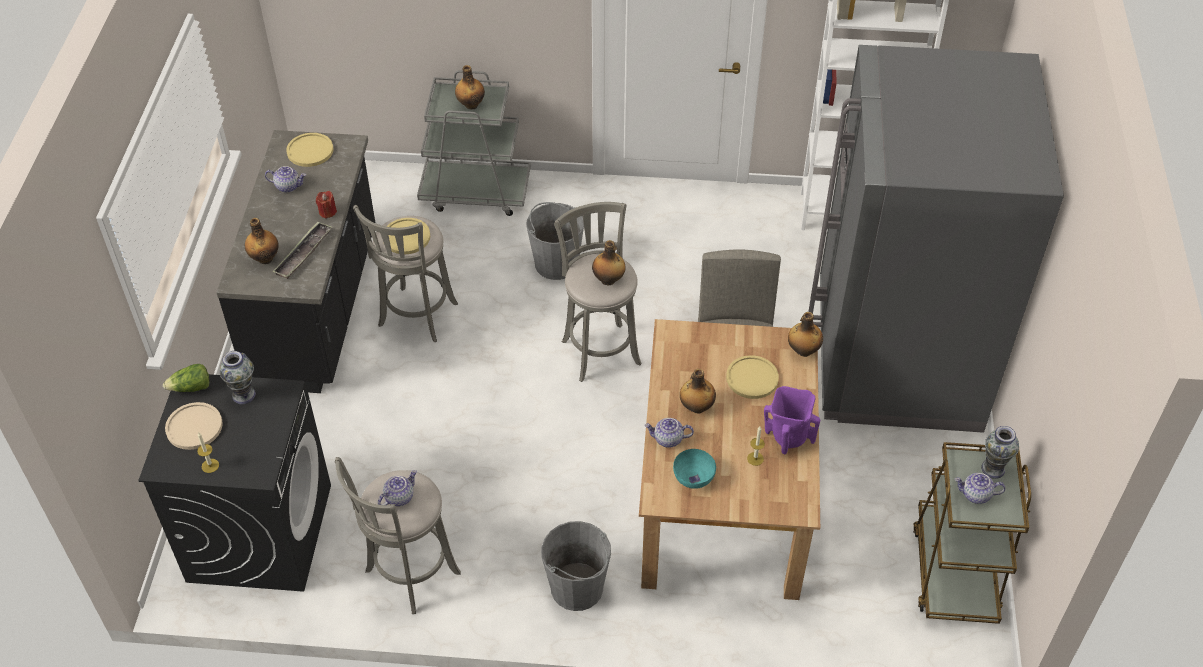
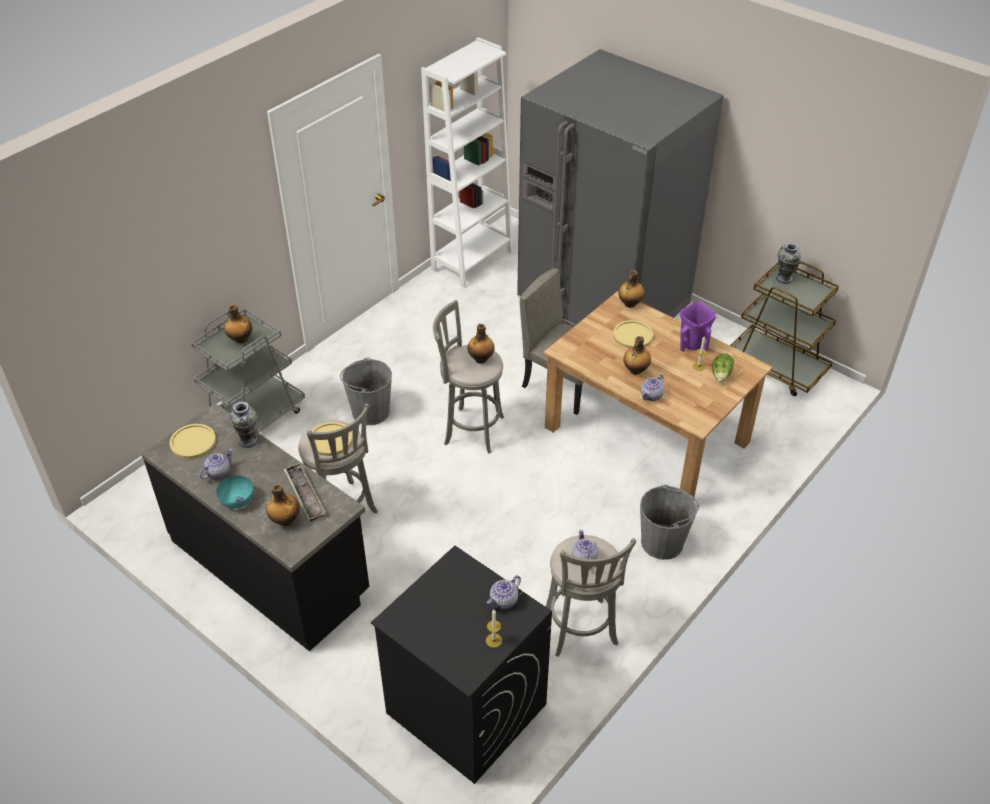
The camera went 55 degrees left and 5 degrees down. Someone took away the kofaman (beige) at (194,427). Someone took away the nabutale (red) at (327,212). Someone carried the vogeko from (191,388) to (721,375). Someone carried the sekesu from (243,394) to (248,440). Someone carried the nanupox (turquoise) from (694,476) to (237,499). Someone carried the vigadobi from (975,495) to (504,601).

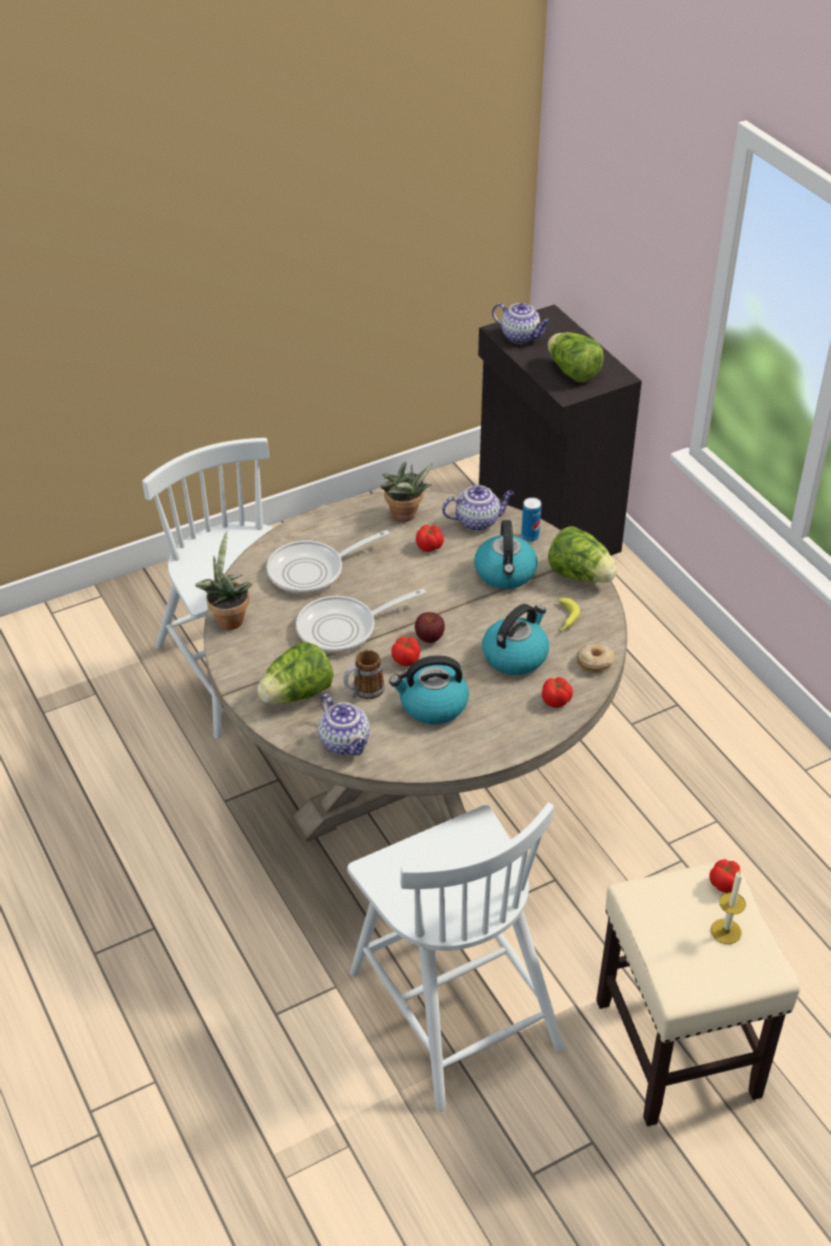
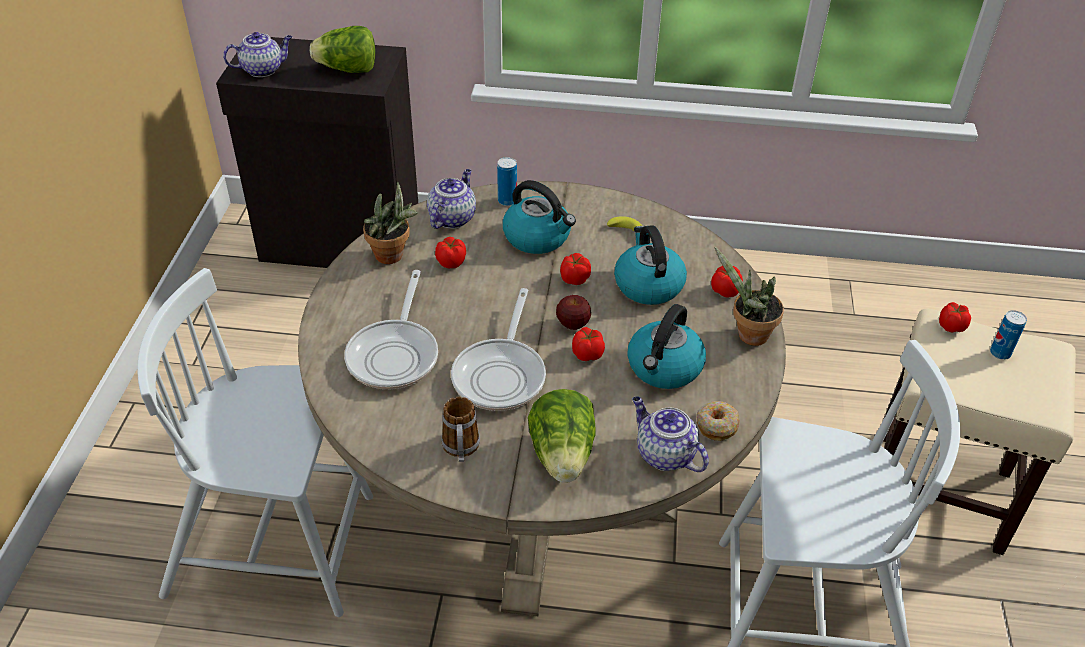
The camera went 55 degrees left and 0 degrees up. Someone took away the vogeko at (580,575). Someone put down the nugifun at (574,279). Someone carried the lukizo from (228,618) to (747,335). Someone carried the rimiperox from (363,692) to (461,450). Someone carried the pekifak from (595,662) to (716,425). Someone swapped the nabutale at (726,931) for the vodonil at (1000,353). Someone rotated the vigadobi at (345,743) by 135 degrees counterclockwise.

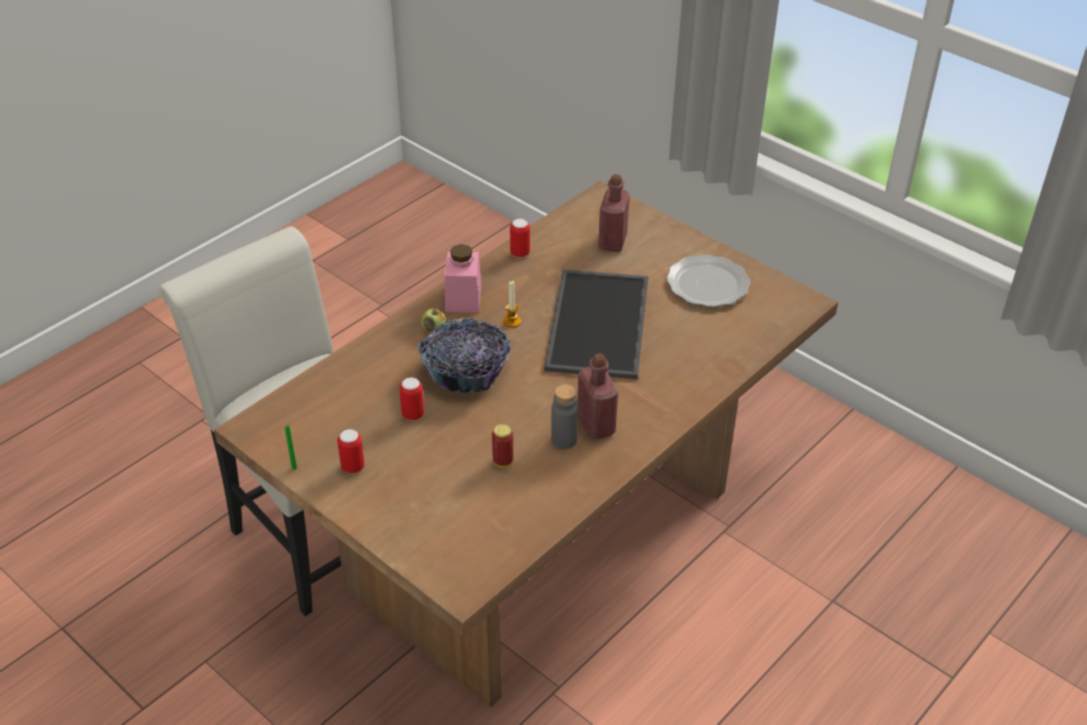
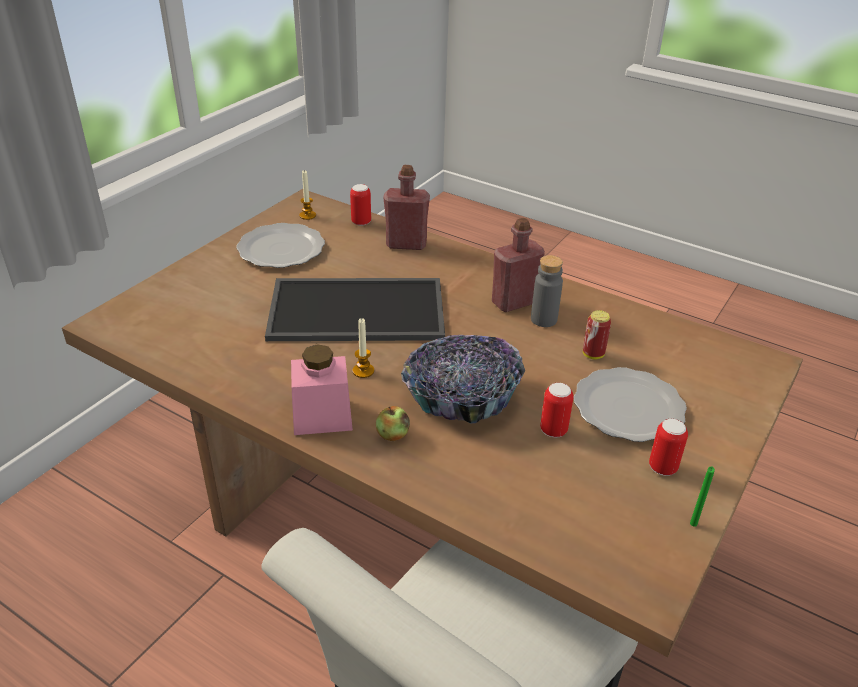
The camera went 100 degrees left and 5 degrees down. Someone put down the nabutale at (307,215). Someone put down the kofaman at (626,408). Someone carried the vodonil from (520,253) to (361,222). Someone carried the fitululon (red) from (612,242) to (406,244).

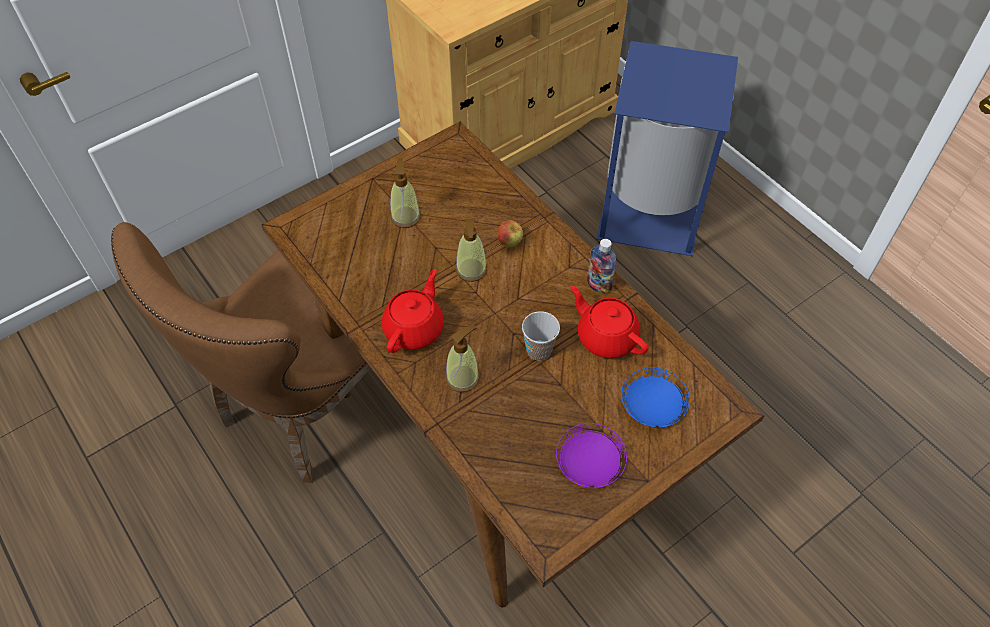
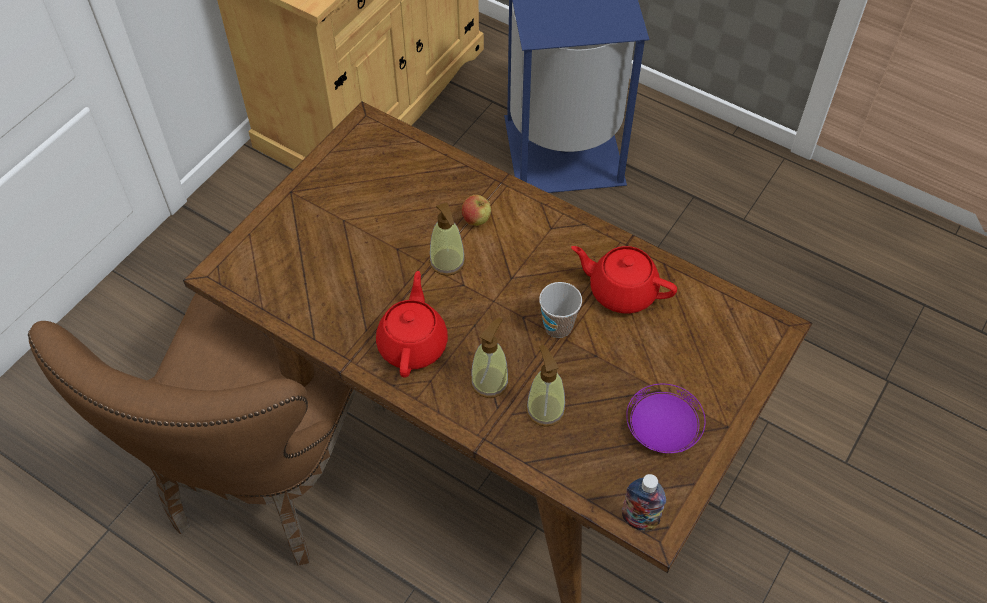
The camera went 20 degrees left and 0 degrees up. Someone took away the kofaman (blue) at (651,407). Someone carried the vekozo from (405,216) to (545,409). Someone carried the fitululon from (598,285) to (639,520).

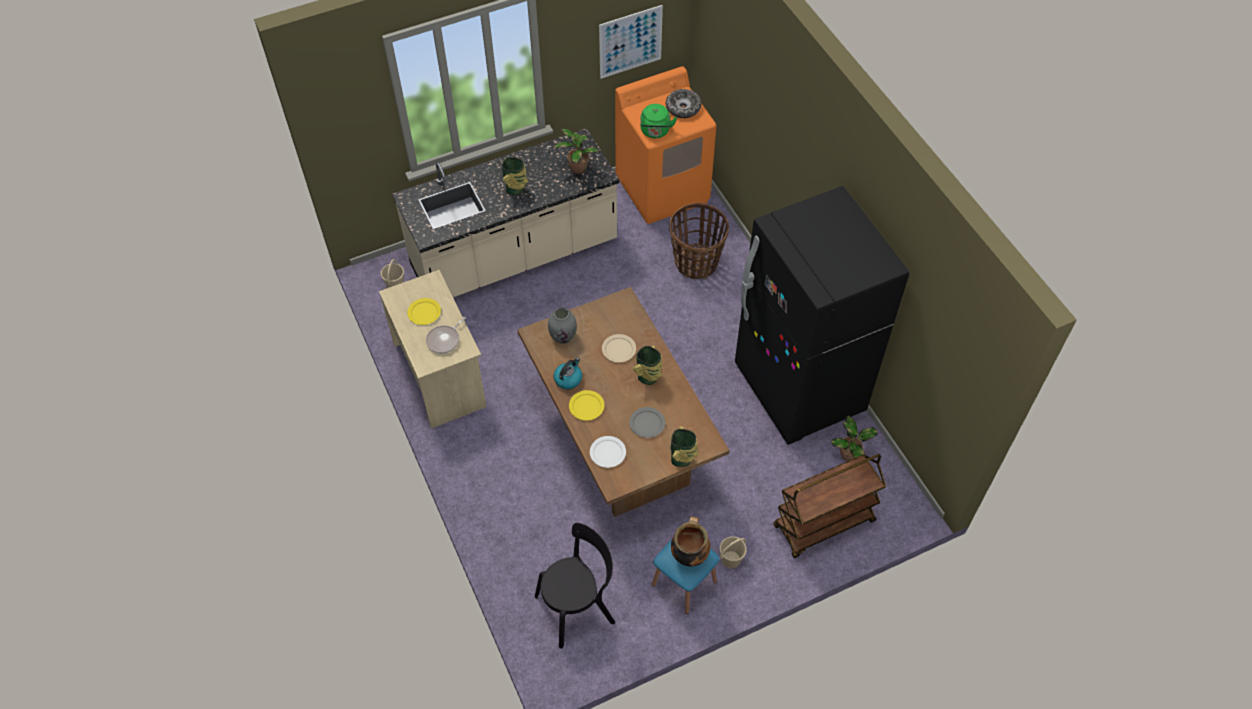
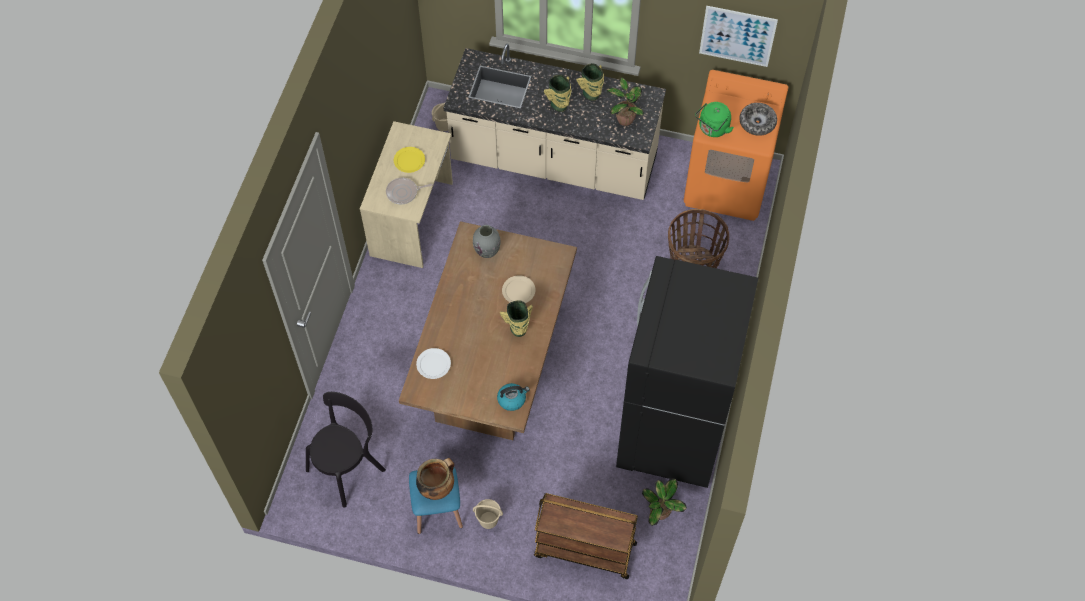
The camera went 40 degrees right and 5 degrees up. Someone took away the kofaman (yellow) at (586,406). Someone took away the kofaman (grey) at (647,423). Someone carried the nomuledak from (568,379) to (512,399). Someone carried the sekesu from (682,460) to (591,95). Someone rotated the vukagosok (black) at (578,607) by 60 degrees counterclockwise.

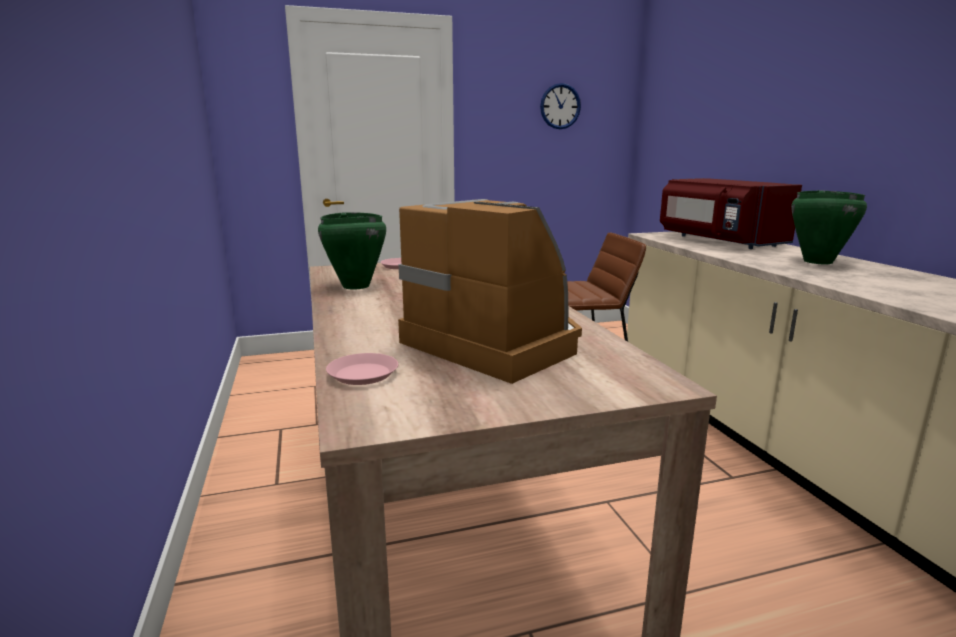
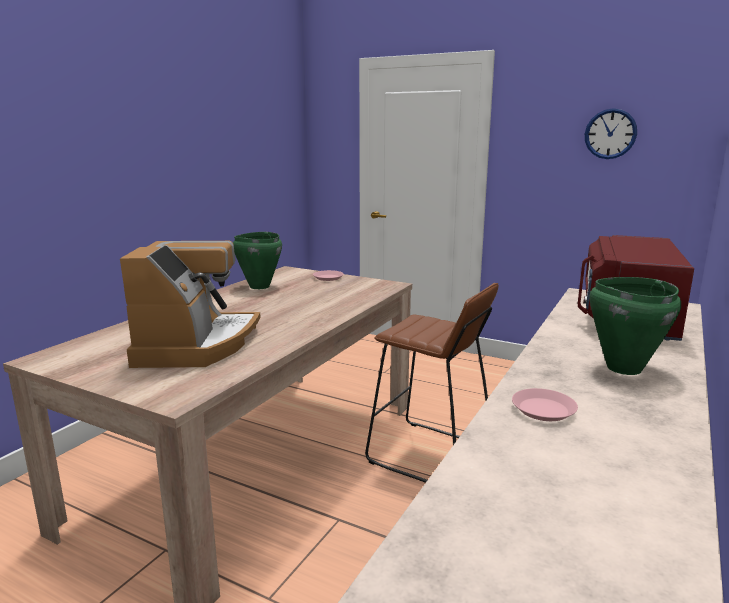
The camera went 45 degrees right and 0 degrees up. Someone carried the kofaman (pink) from (362,374) to (543,409).

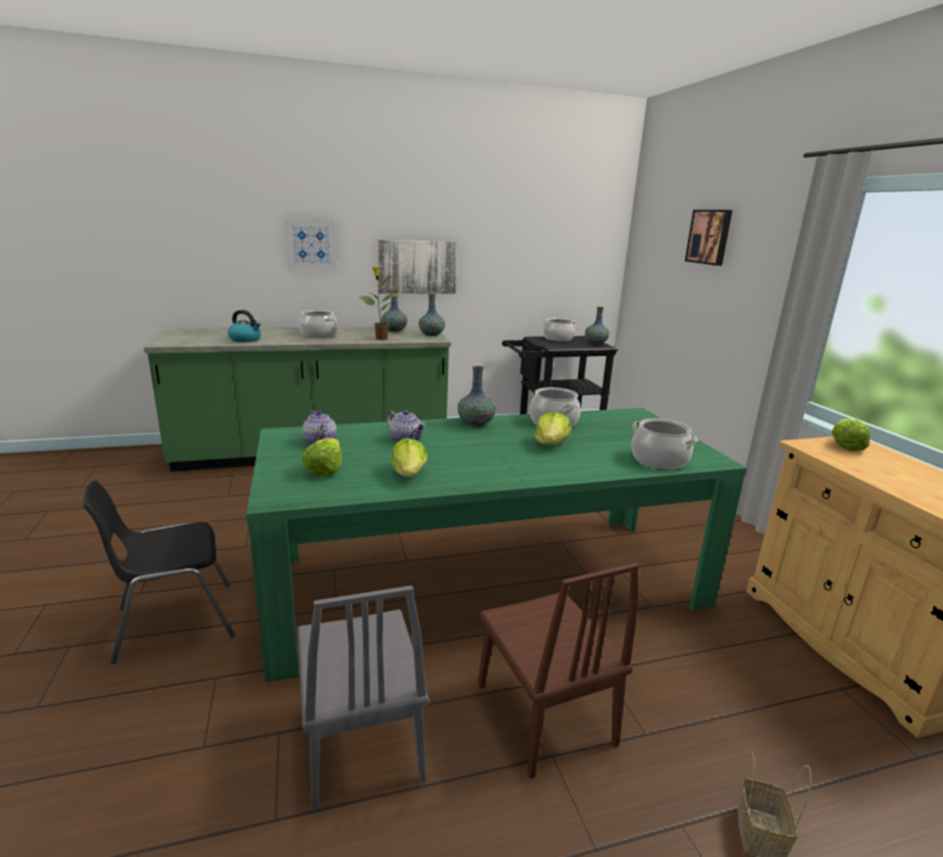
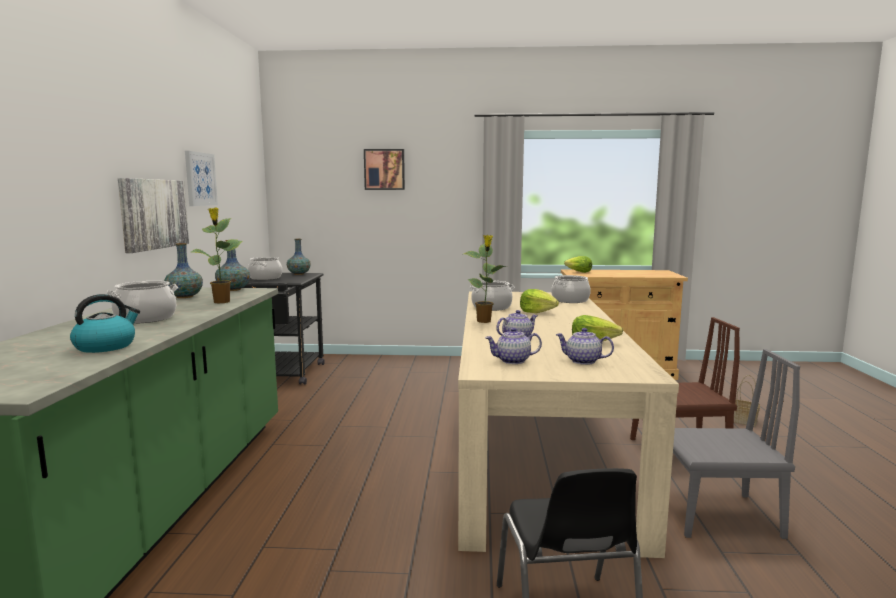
The camera went 70 degrees left and 10 degrees down. Someone carried the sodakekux from (311,244) to (200,179). Someone swapped the vogeko at (324,469) for the vigadobi at (582,361). Someone swapped the sekesu at (476,424) for the lukizo at (484,321). Someone repainted the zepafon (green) at (486,583), which became the zepafon (beige) at (536,445).

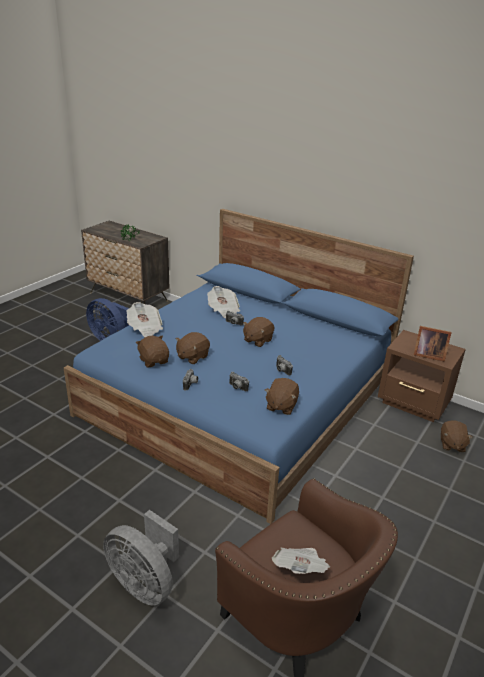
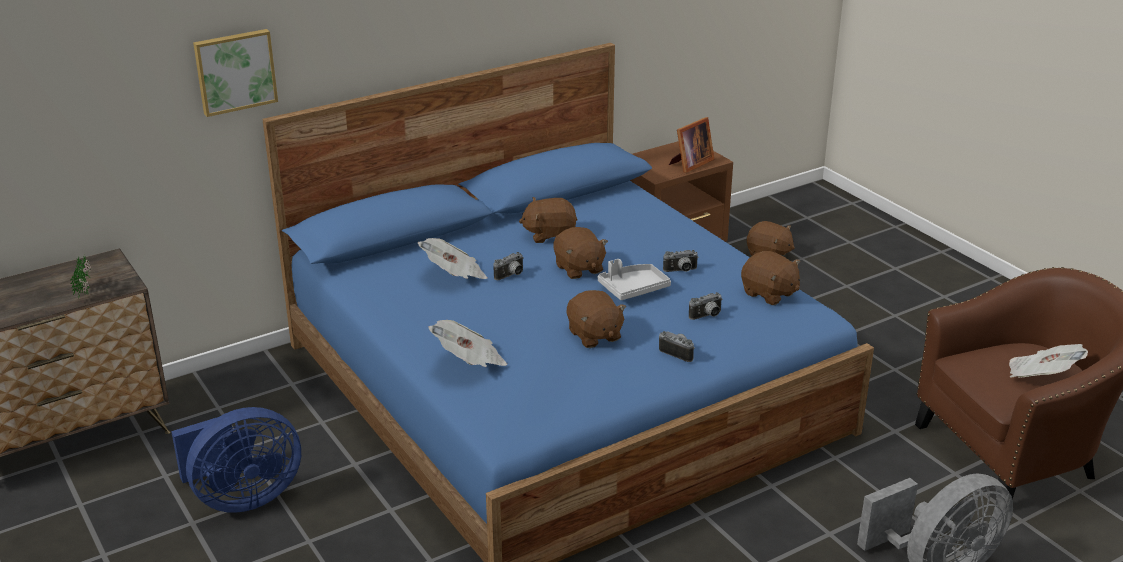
The camera went 65 degrees left and 0 degrees up. Someone put up the sodakekux at (235,71). Someone put down the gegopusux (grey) at (633,288). Someone carried the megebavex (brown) from (154,361) to (549,235).

